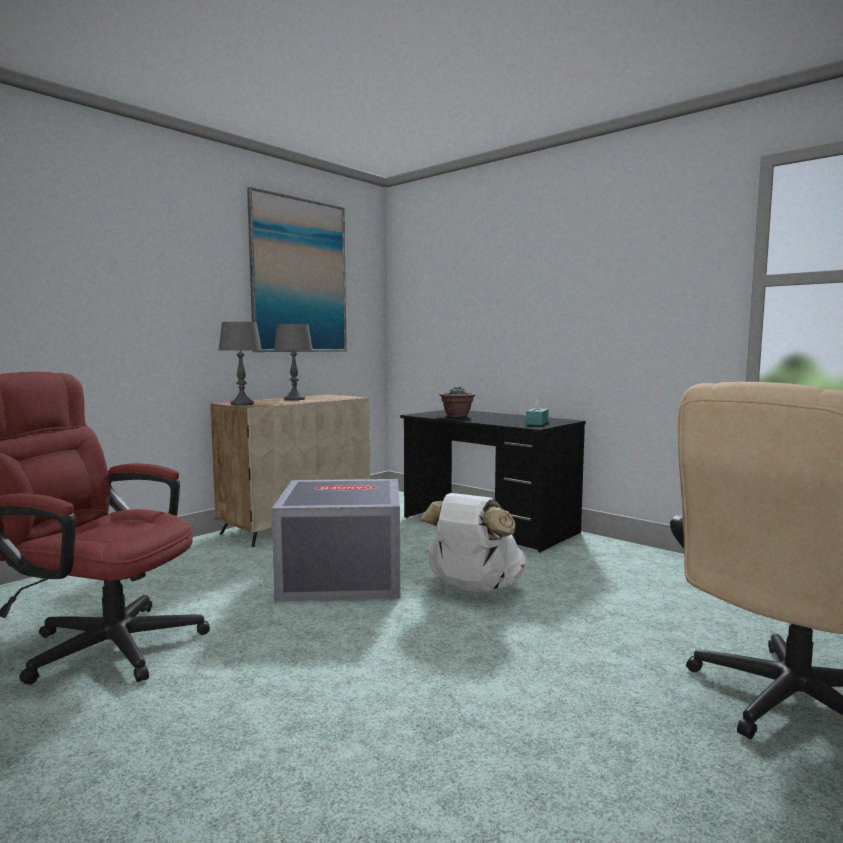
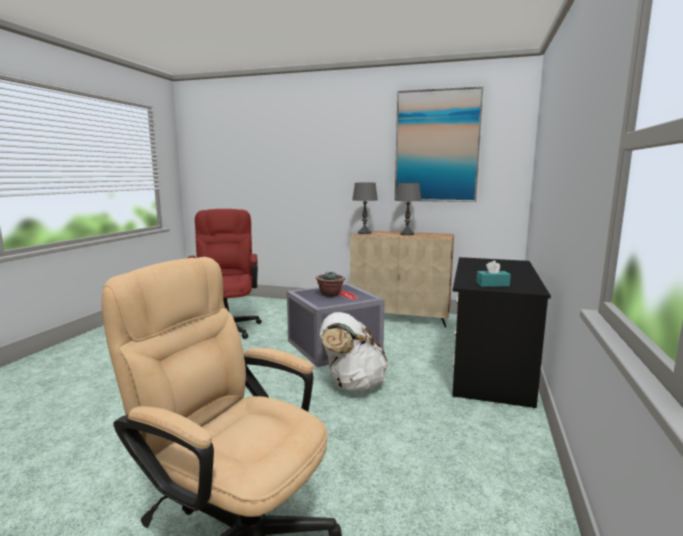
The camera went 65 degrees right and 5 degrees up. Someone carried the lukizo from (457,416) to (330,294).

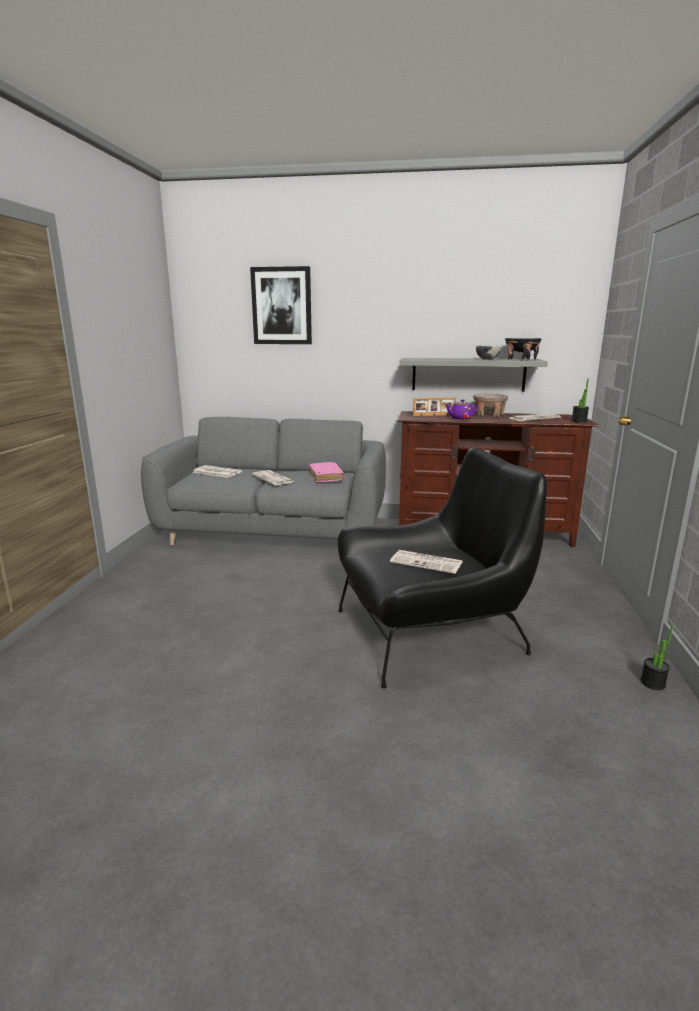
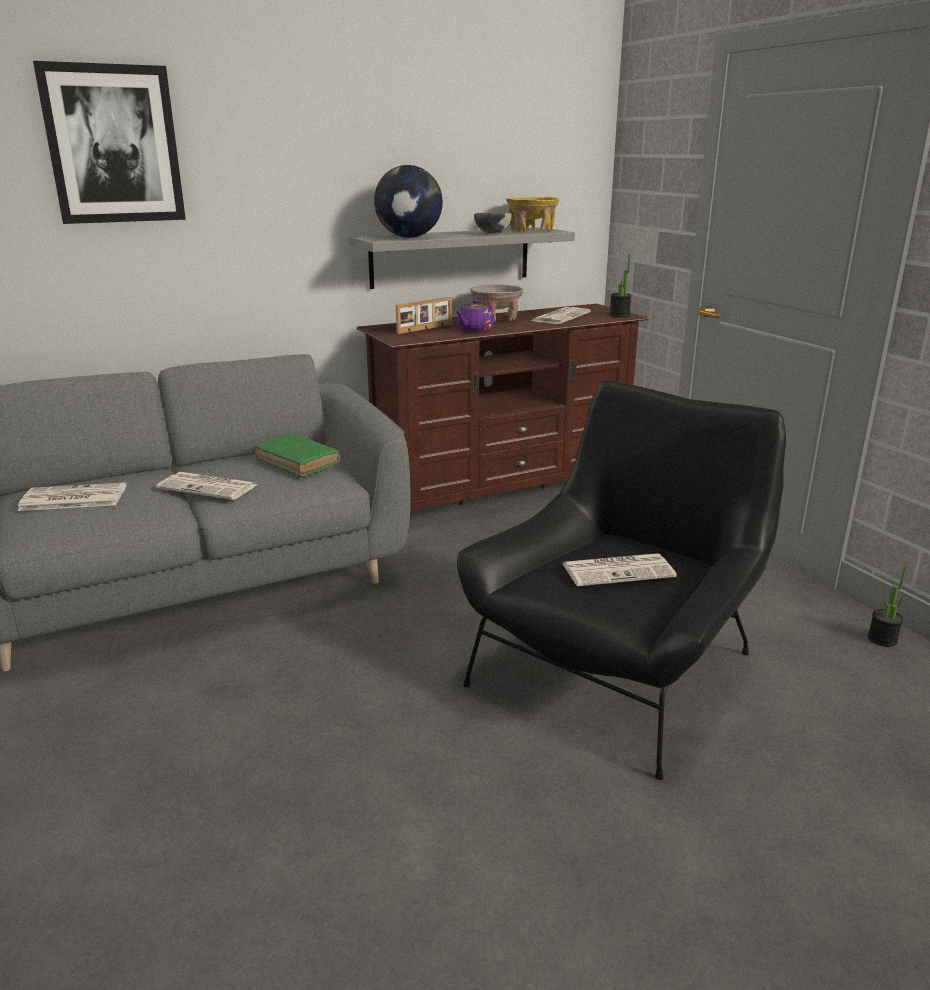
The camera went 35 degrees left and 5 degrees up. Someone put down the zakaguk at (409,237). Someone repainted the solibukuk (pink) at (326,477), which became the solibukuk (green) at (297,463). Someone repainted the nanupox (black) at (521,359), which became the nanupox (yellow) at (531,230).

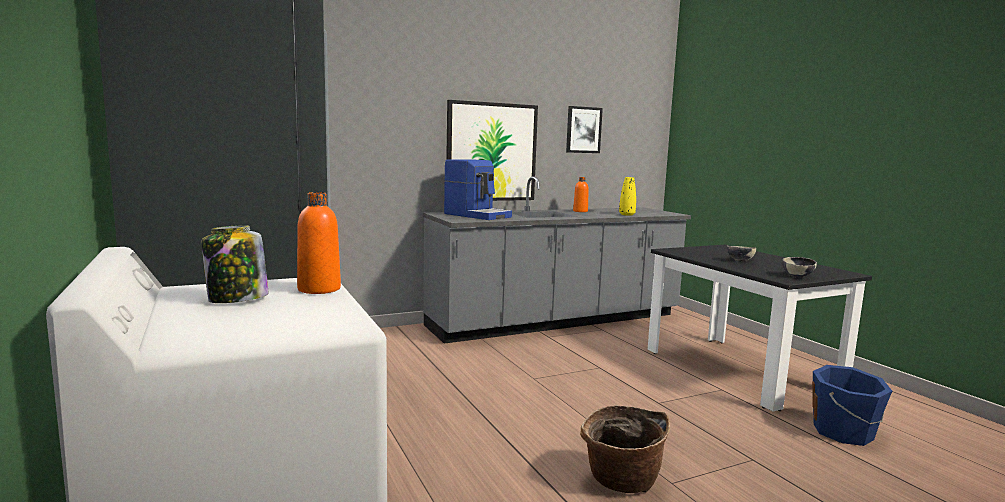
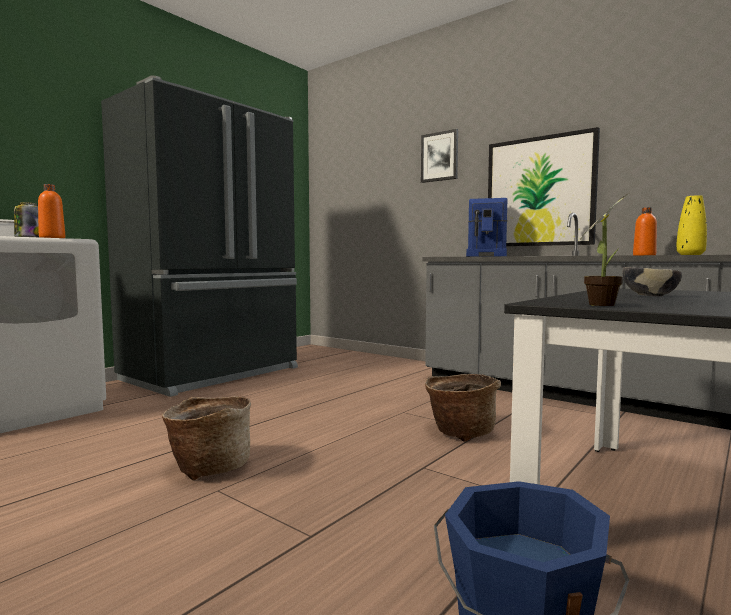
The camera went 65 degrees right and 5 degrees down. Someone put down the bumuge at (460,433). Someone carried the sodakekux from (583,130) to (439,156). Someone swapped the nanupox at (797,276) for the lukizo at (602,304).

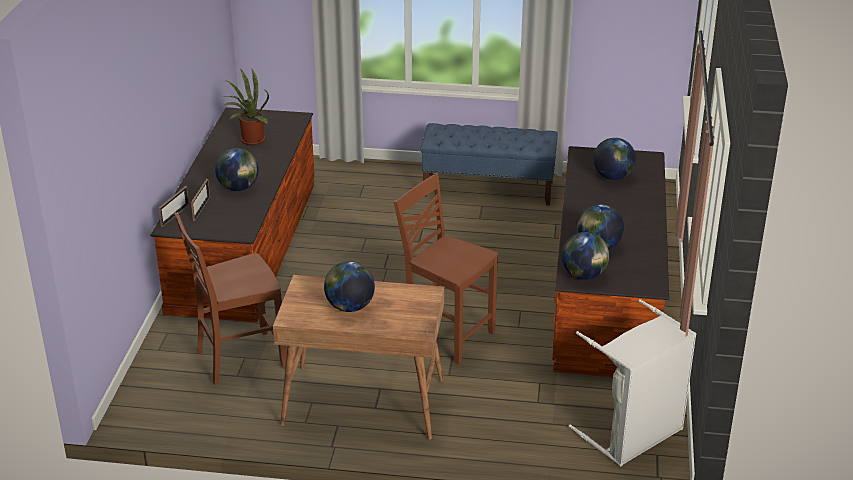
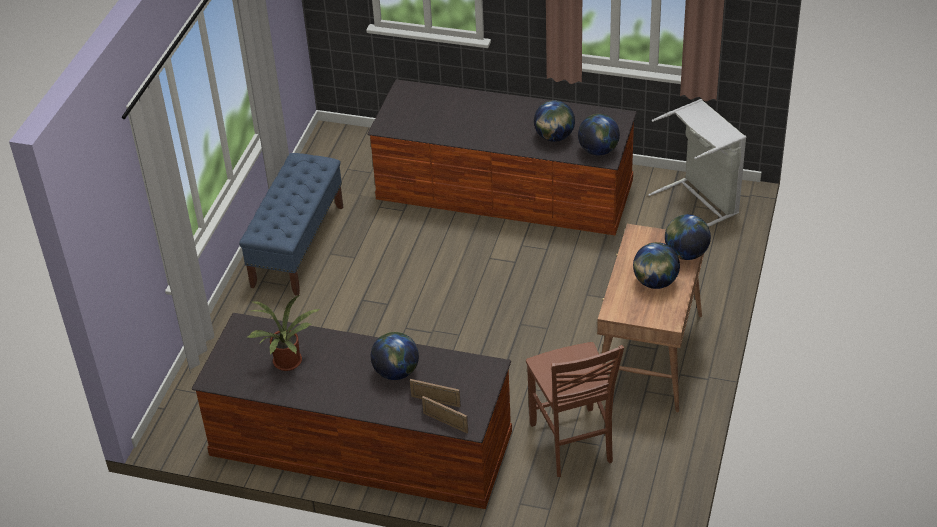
The camera went 80 degrees left and 10 degrees up. Someone took away the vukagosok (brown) at (446,334). Someone carried the zakaguk from (612,177) to (686,253).

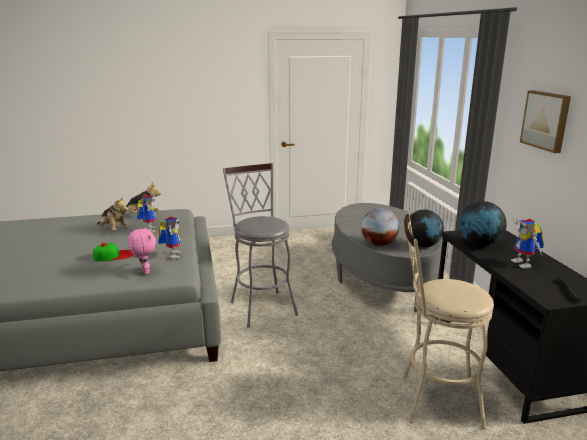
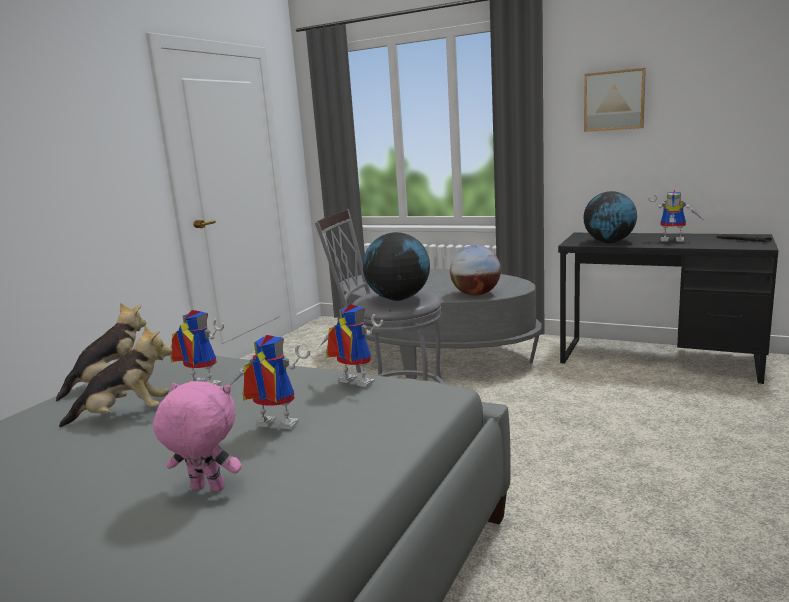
The camera went 50 degrees left and 5 degrees down. Someone took away the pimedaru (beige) at (432,399). Someone carried the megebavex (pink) from (144,271) to (206,490). Someone carried the zakaguk from (422,246) to (398,298). Someone swapped the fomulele at (114,255) for the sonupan at (271,427).

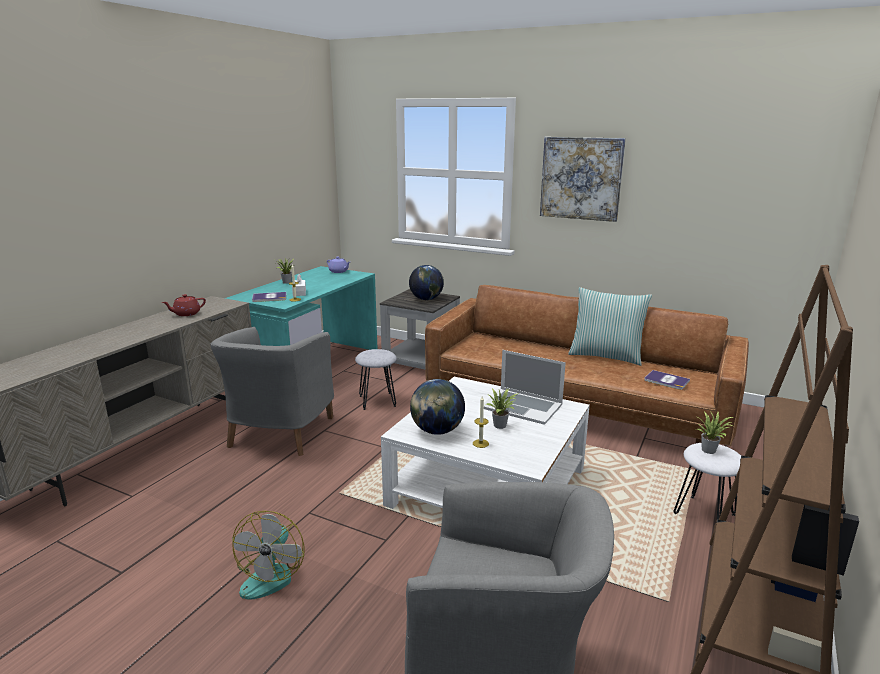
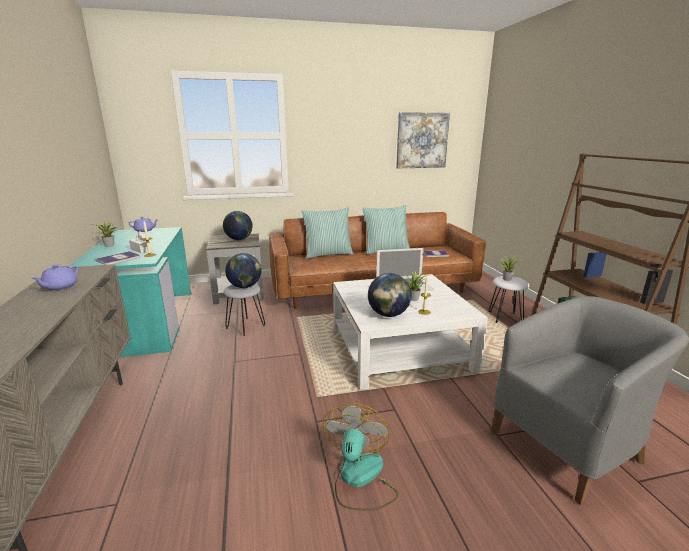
The camera went 40 degrees left and 0 degrees up. Someone took away the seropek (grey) at (279,434). Someone put down the zakaguk at (245,287). Someone put down the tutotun at (328,254). Someone carried the sodakekux from (581,178) to (422,140). Someone repainted the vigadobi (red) at (186,314), which became the vigadobi (purple) at (60,287). Someone rotated the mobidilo at (271,574) by 135 degrees counterclockwise.

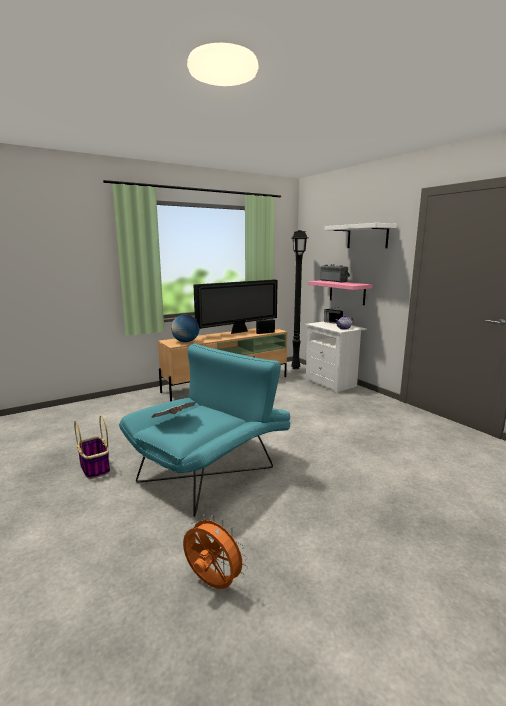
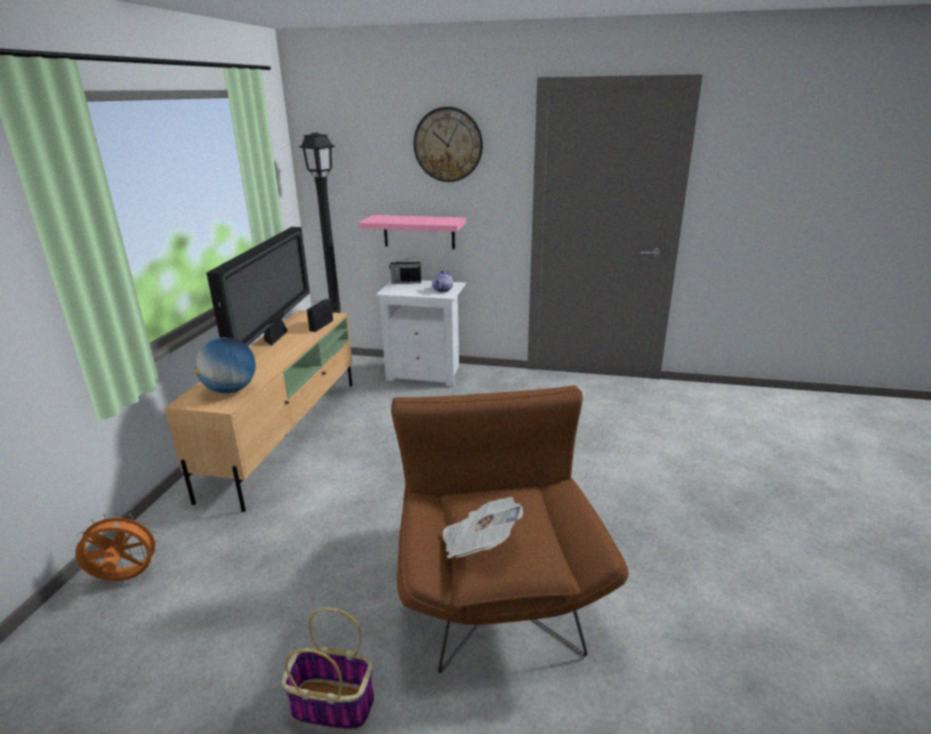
The camera went 45 degrees left and 10 degrees up. Someone took away the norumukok at (334,281). Someone carried the mobidilo (orange) from (212,583) to (125,579). Someone swapped the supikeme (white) at (367,236) for the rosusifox at (448,145). Someone repainted the seropek (turquoise) at (212,469), which became the seropek (brown) at (494,579).

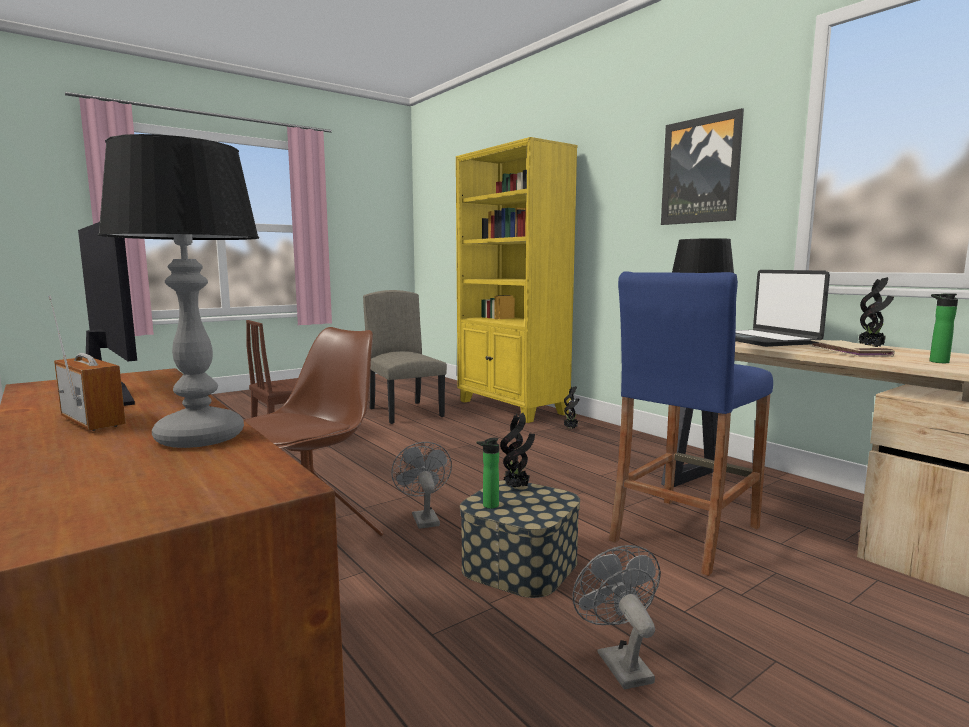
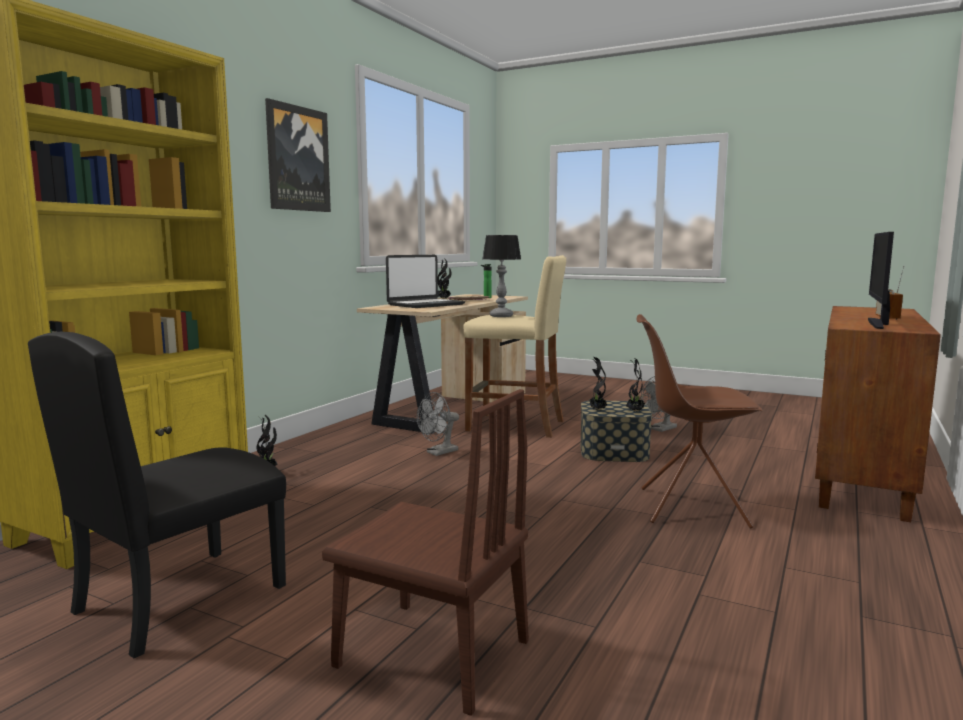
The camera went 115 degrees left and 0 degrees up. Someone took away the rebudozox at (201,438). Someone carried the mobidilo (grey) from (423,518) to (438,452). Someone swapped the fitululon at (488,506) for the lukizo at (634,411). Someone repainted the vukagosok (beige) at (406,412), which became the vukagosok (black) at (180,598). Someone repainted the pimedaru (blue) at (685,533), which became the pimedaru (beige) at (515,426).

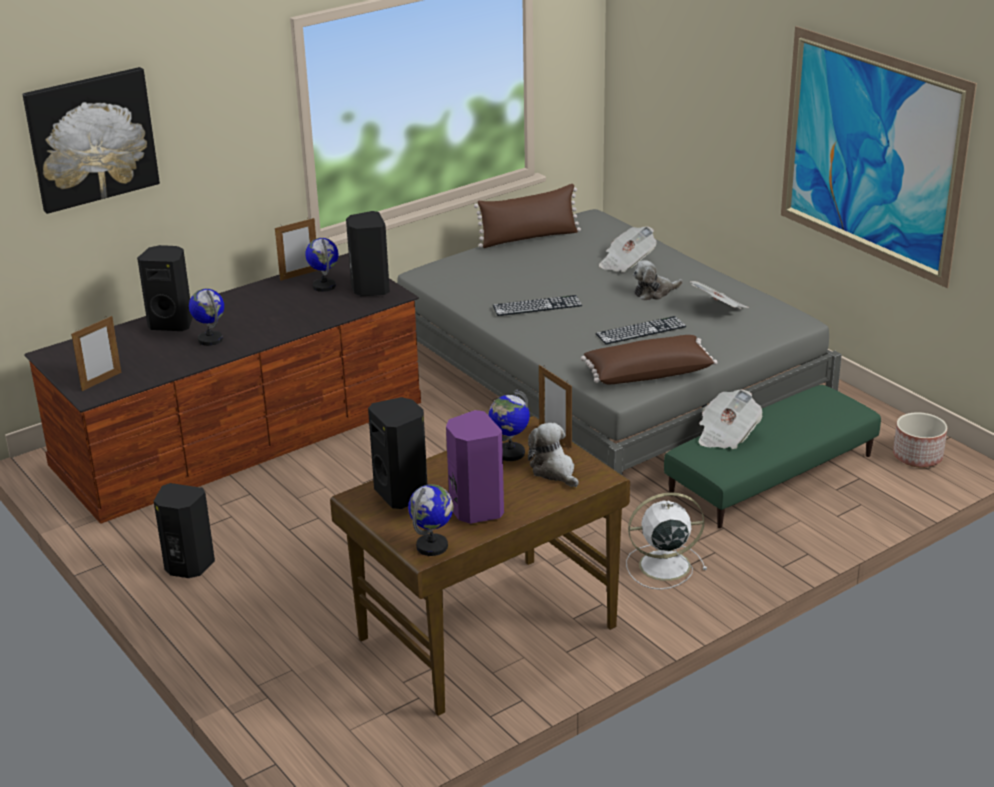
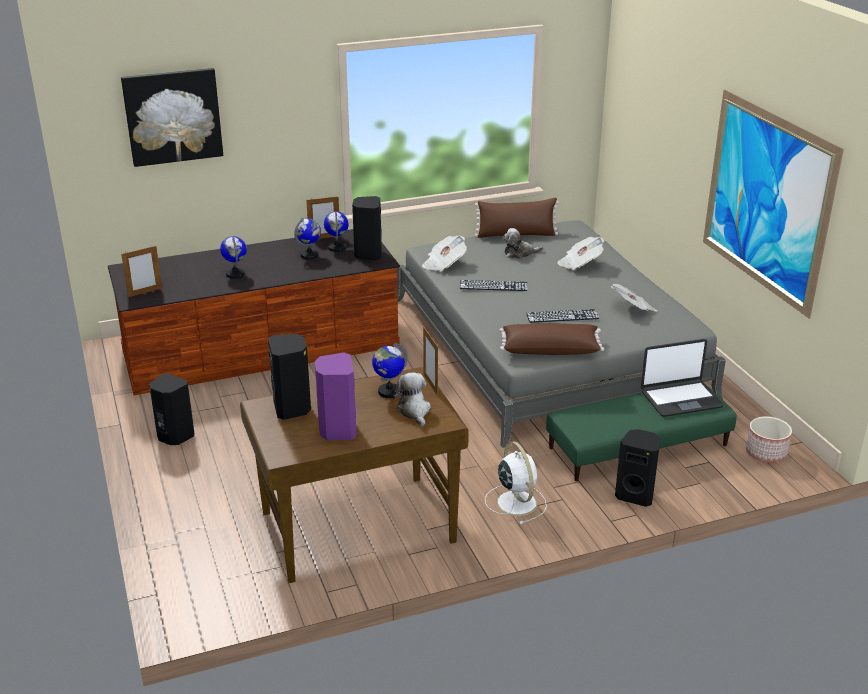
The camera went 15 degrees right and 0 degrees up. Someone put down the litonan at (680,399). Someone carried the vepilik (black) from (172,324) to (635,495). Someone carried the zakaguk from (432,546) to (309,255). Someone carried the megebavex from (654,292) to (519,253). Someone carried the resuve from (726,435) to (444,264). Someone rotated the mobidilo (white) at (662,565) by 60 degrees clockwise.

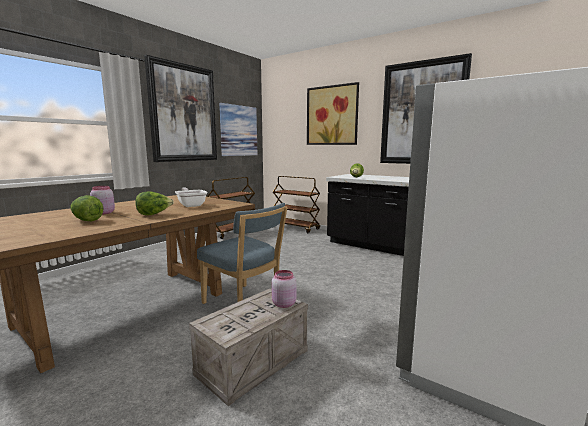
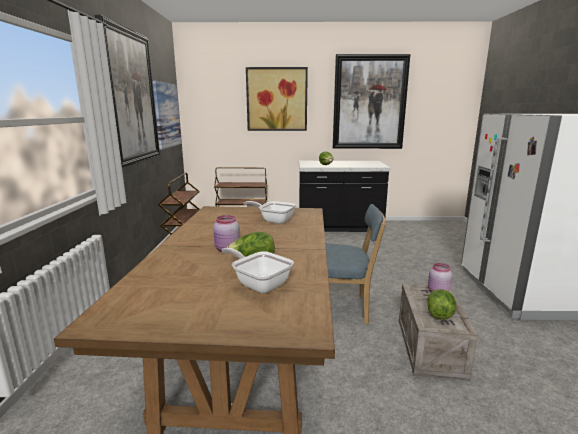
The camera went 35 degrees left and 5 degrees up. Someone put down the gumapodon at (259,284). Someone carried the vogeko from (154,214) to (439,314).

